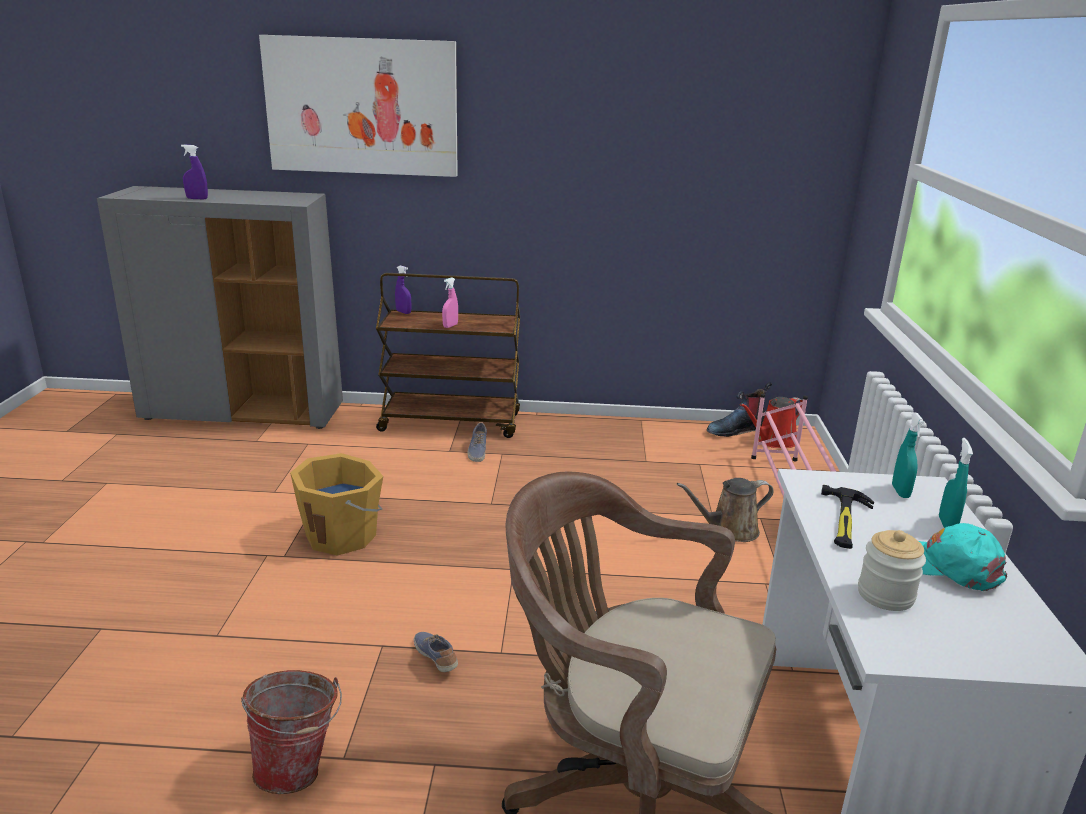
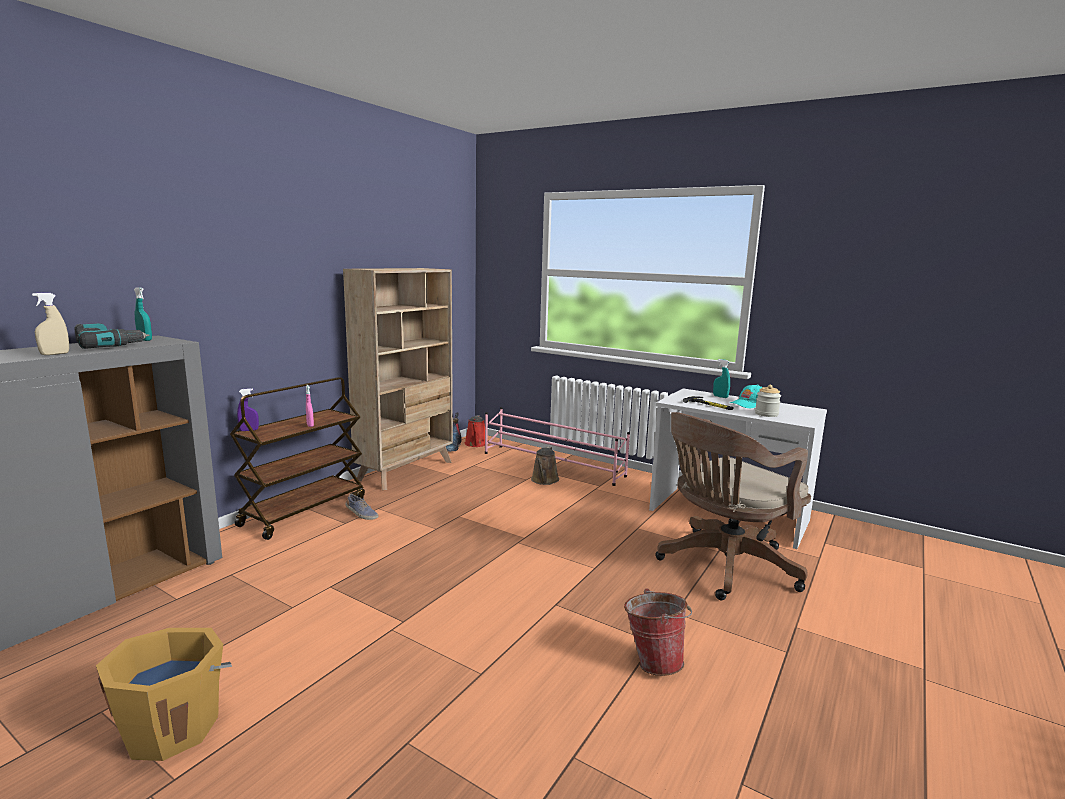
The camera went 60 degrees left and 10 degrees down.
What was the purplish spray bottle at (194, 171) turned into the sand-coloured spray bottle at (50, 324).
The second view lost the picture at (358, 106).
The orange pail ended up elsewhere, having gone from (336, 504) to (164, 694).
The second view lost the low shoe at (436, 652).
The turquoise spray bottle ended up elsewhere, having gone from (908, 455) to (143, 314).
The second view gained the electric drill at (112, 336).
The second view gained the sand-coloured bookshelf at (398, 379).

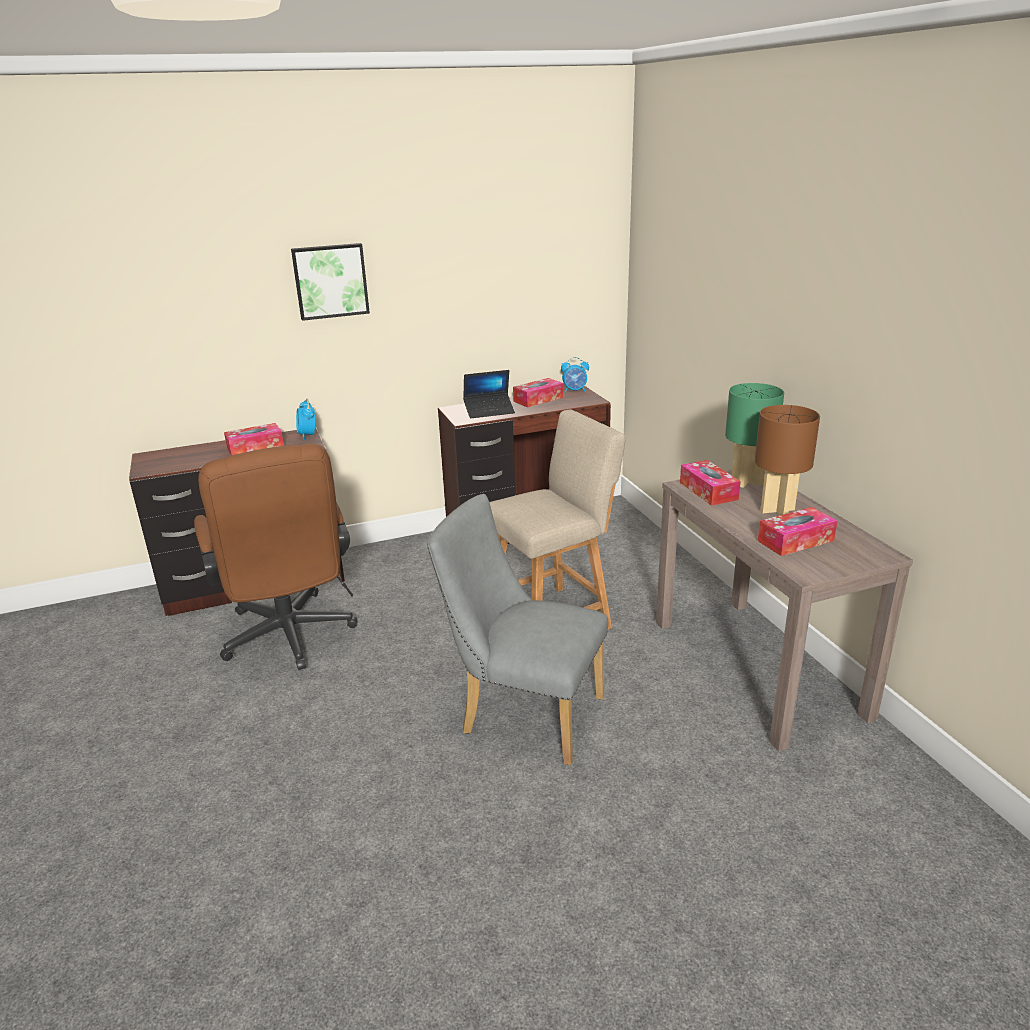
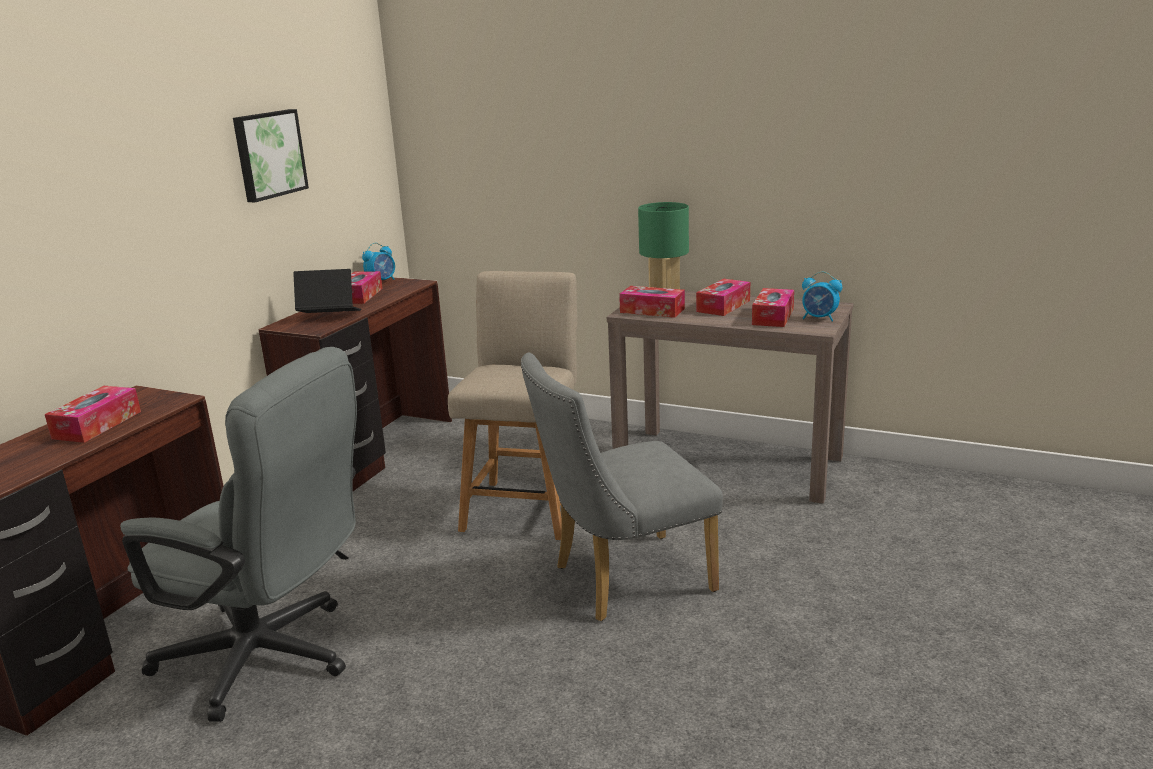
The camera went 45 degrees left and 5 degrees down.
What was the brown office chair at (276, 556) turned into the gray office chair at (238, 534).
The picture ended up elsewhere, having gone from (330, 282) to (271, 155).
The bedside clock ended up elsewhere, having gone from (305, 419) to (822, 297).
The laptop at (489, 394) ended up facing another way, 120 degrees counterclockwise from before.
Where the brown tabletop lamp stood at (787, 460), the tissue holder came to stand at (723, 297).

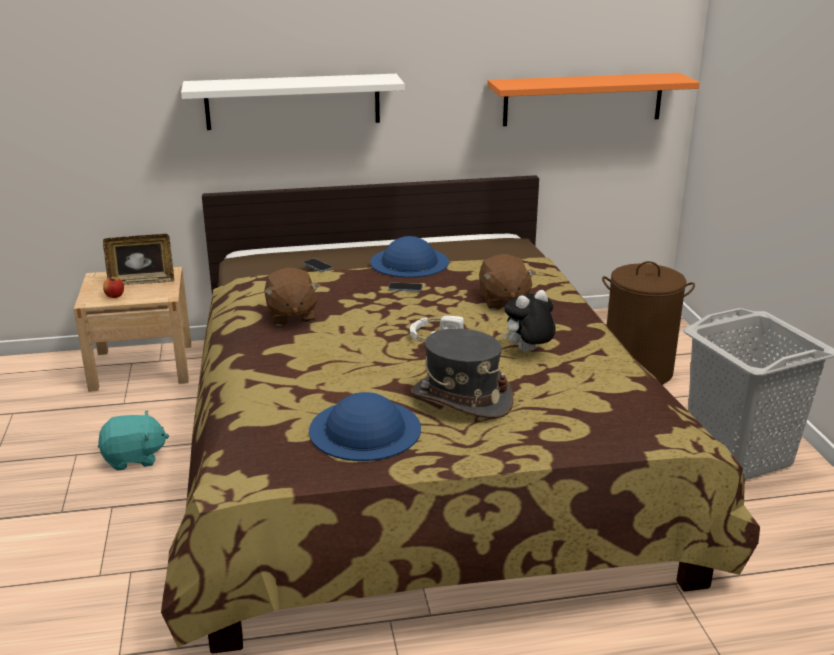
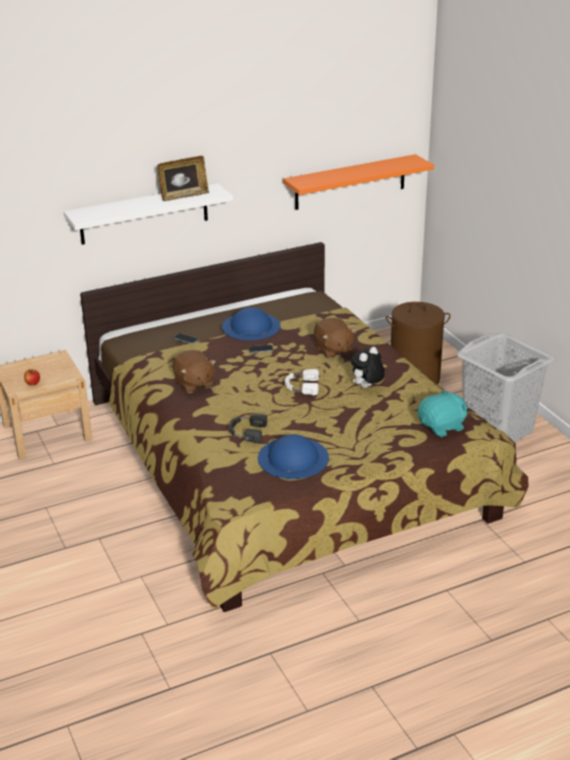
The camera went 15 degrees left and 5 degrees up.
The turquoise soft toy ended up elsewhere, having gone from (133, 440) to (443, 413).
The picture frame ended up elsewhere, having gone from (138, 259) to (183, 178).
The second view lost the gray clothing hat at (462, 373).
The second view gained the black-coloured headphones at (248, 428).

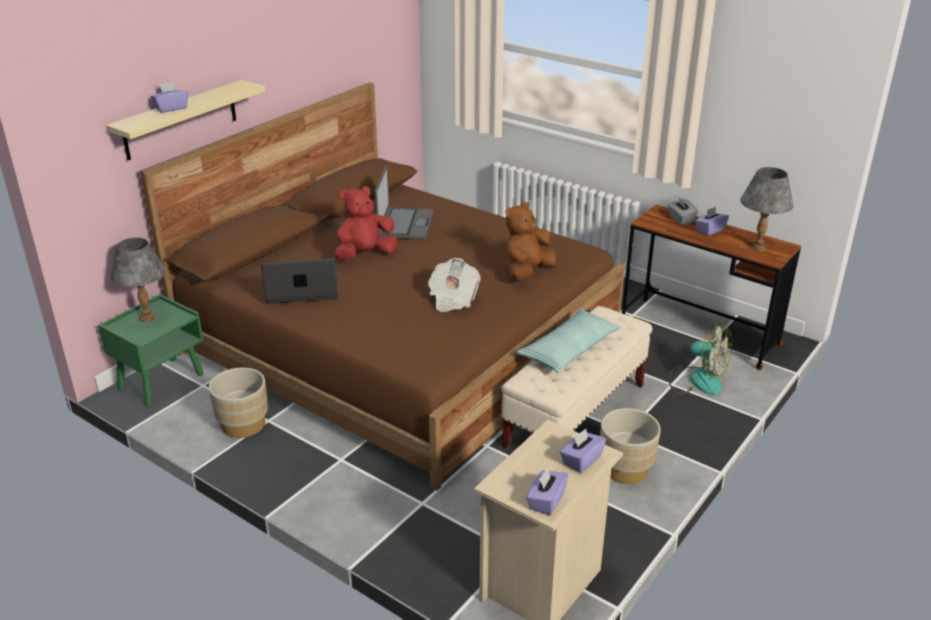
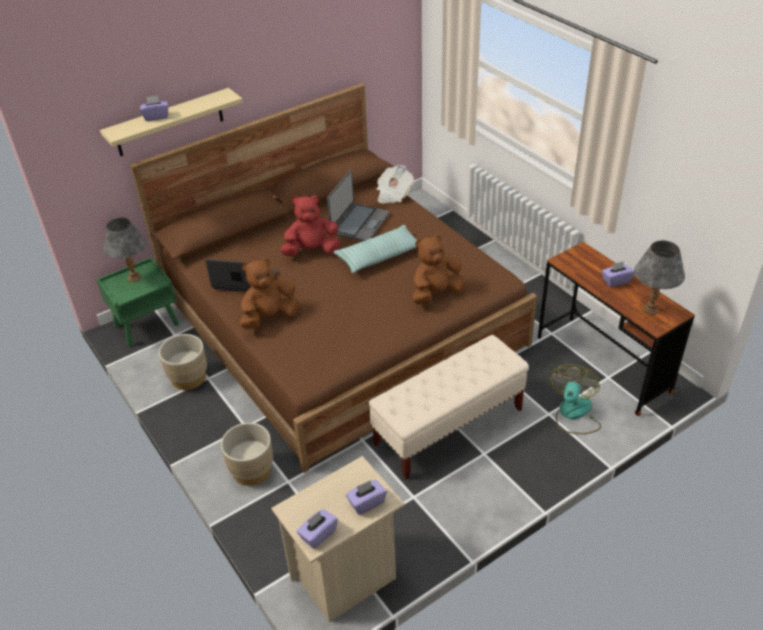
The camera went 20 degrees right and 10 degrees up.
The daily paper ended up elsewhere, having gone from (454, 285) to (395, 184).
The cushion ended up elsewhere, having gone from (568, 341) to (375, 249).
The sand-coloured planter ended up elsewhere, having gone from (630, 446) to (247, 454).
The second view lost the gray tissue holder at (683, 211).
The electric fan at (700, 359) ended up facing another way, 120 degrees counterclockwise from before.
The second view gained the brown soft toy at (269, 293).

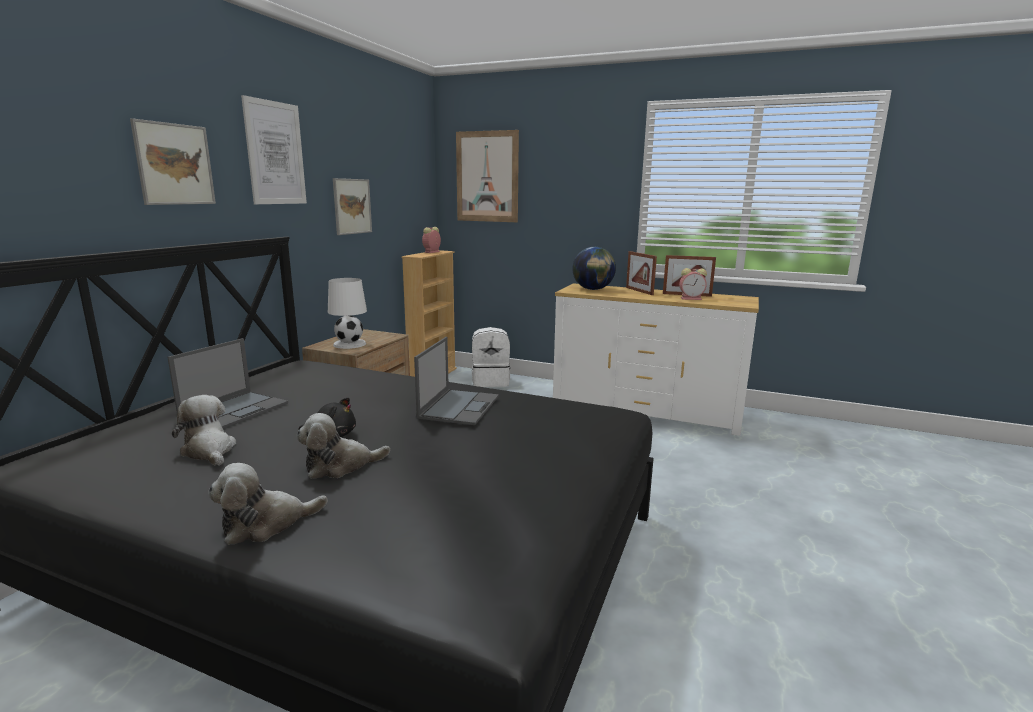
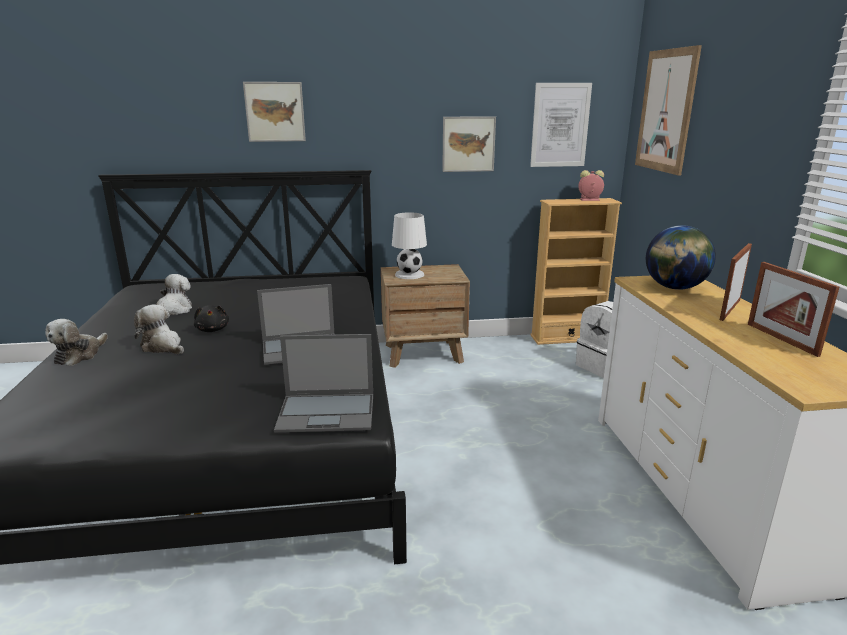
The camera went 60 degrees right and 5 degrees up.
The laptop ended up elsewhere, having gone from (227, 383) to (323, 383).
The soft toy at (268, 504) ended up facing another way, 105 degrees counterclockwise from before.
The picture ended up elsewhere, having gone from (274, 149) to (561, 125).
The second view lost the bedside clock at (693, 284).

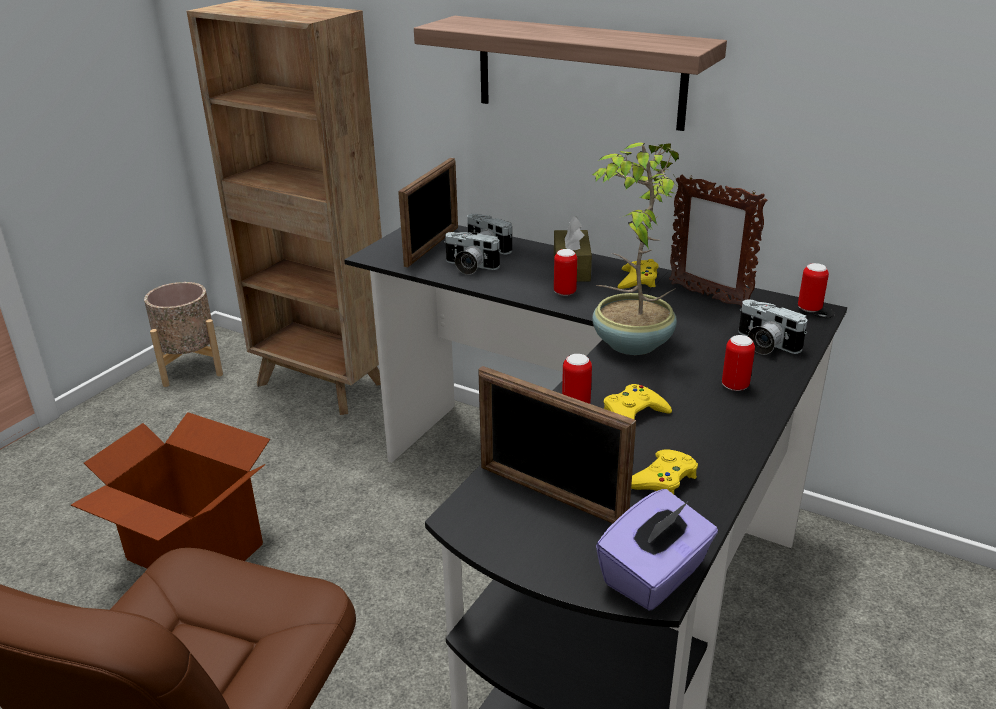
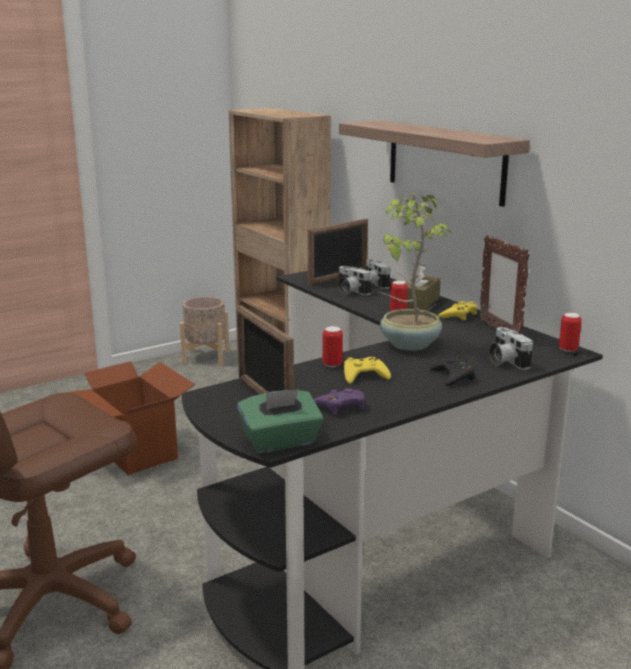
The camera went 25 degrees right and 10 degrees down.
What was the purplish tissue holder at (657, 550) turned into the green tissue holder at (280, 421).
What was the yellow game controller at (664, 472) turned into the purplish game controller at (339, 401).
Where the can stood at (738, 363), the black-coloured game controller came to stand at (452, 370).

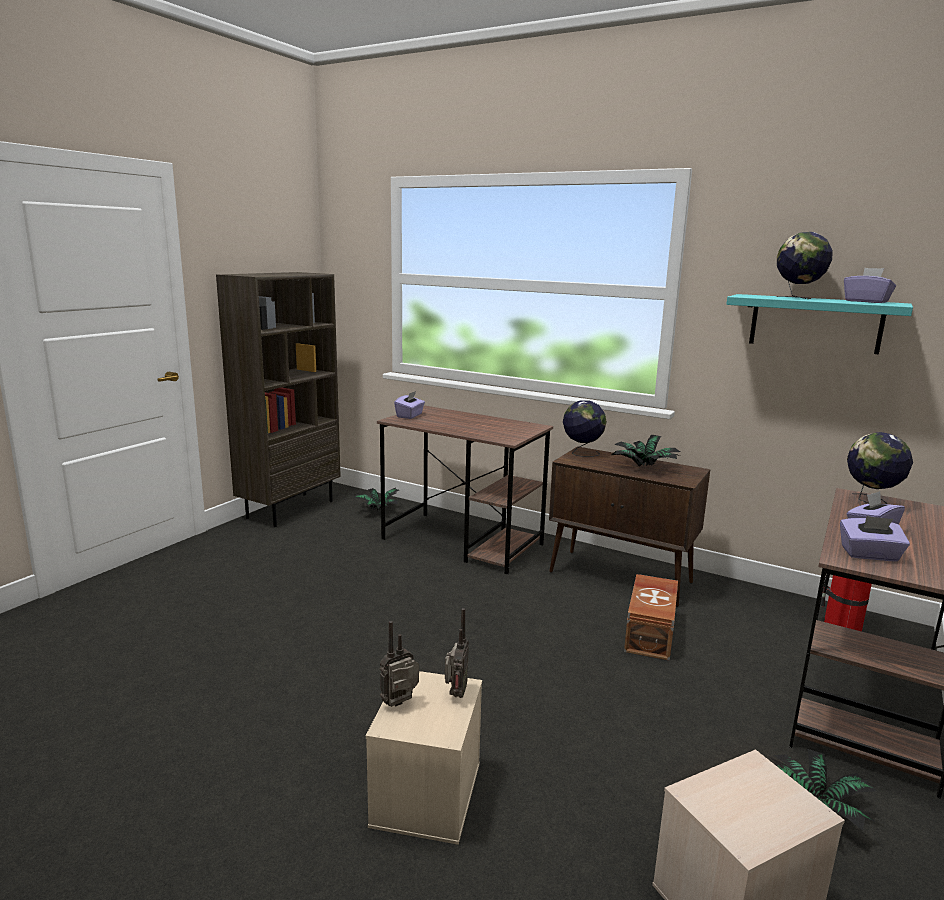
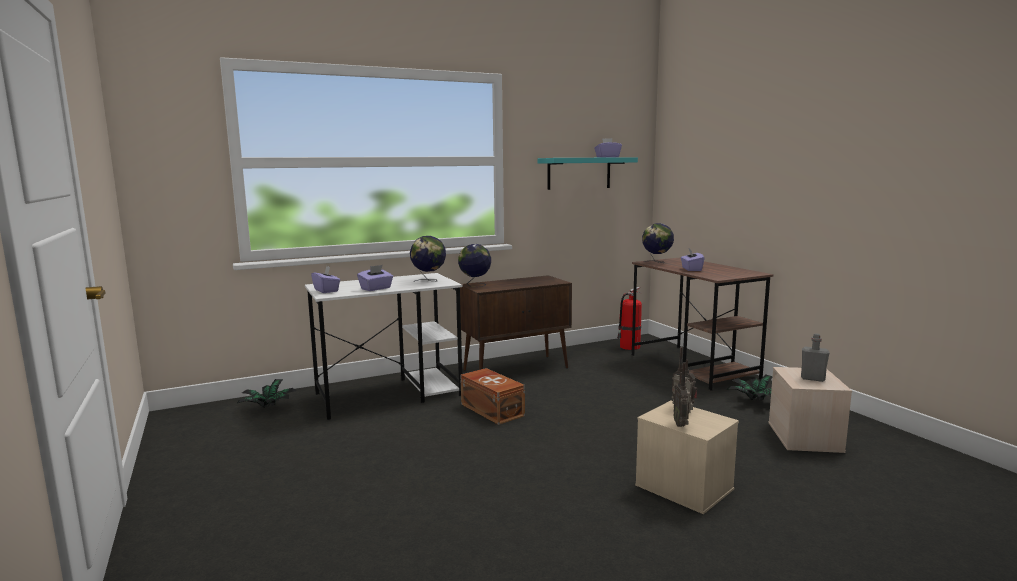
The camera went 55 degrees left and 5 degrees down.
The second view lost the brown bookshelf at (278, 399).
What was the brown desk at (465, 490) turned into the white-coloured desk at (383, 346).
The second view lost the potted plant at (645, 450).
The brown storage box ended up elsewhere, having gone from (651, 617) to (492, 396).
The globe ended up elsewhere, having gone from (804, 265) to (428, 259).
The purplish tissue holder ended up elsewhere, having gone from (875, 538) to (375, 278).
The second view gained the gray bottle at (815, 357).

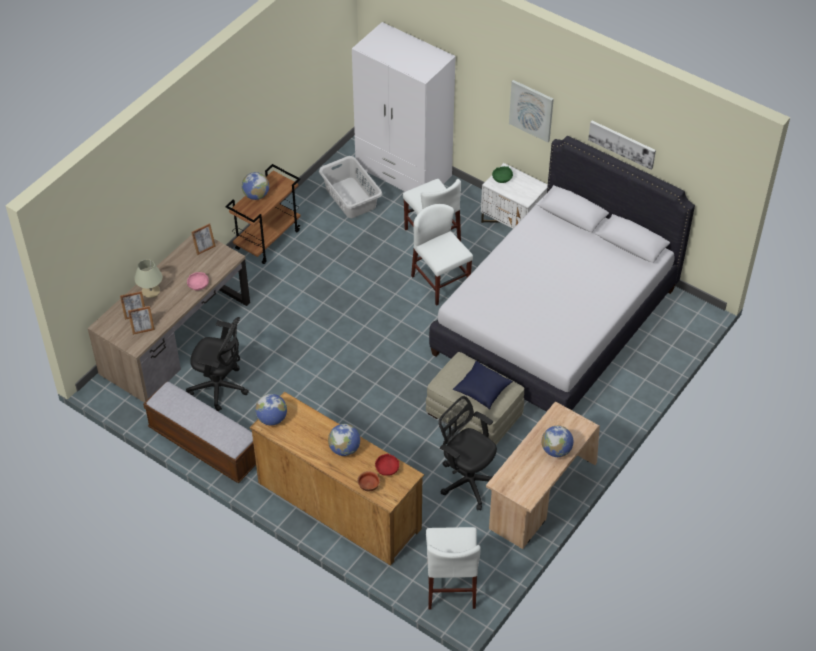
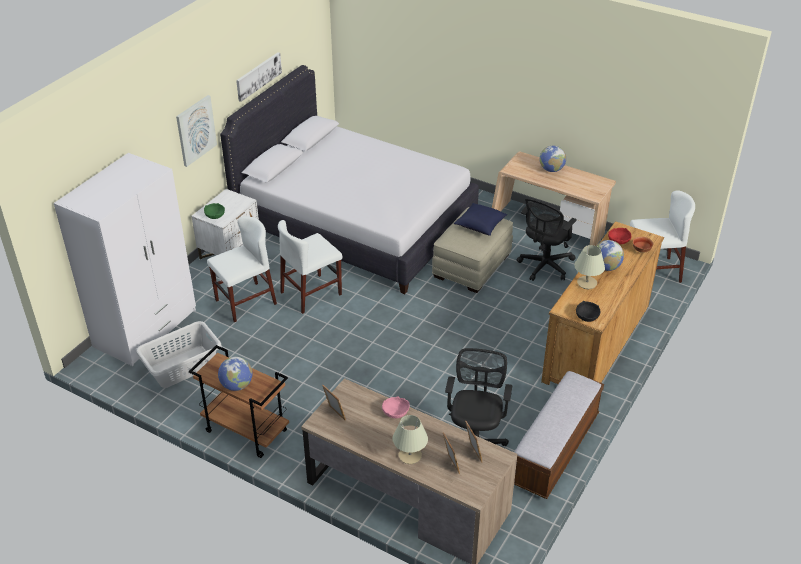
The camera went 95 degrees left and 10 degrees down.
Where the globe stood at (271, 409), the black-coloured bowl came to stand at (588, 311).
The second view gained the sand-coloured tabletop lamp at (589, 267).

